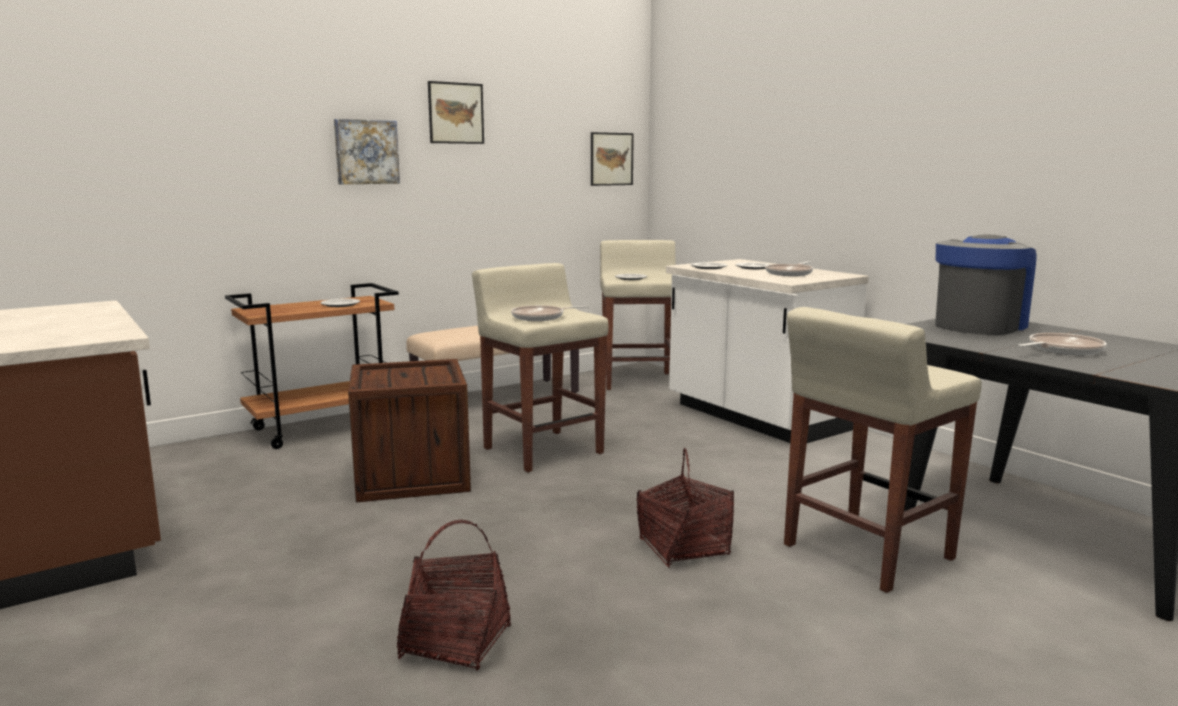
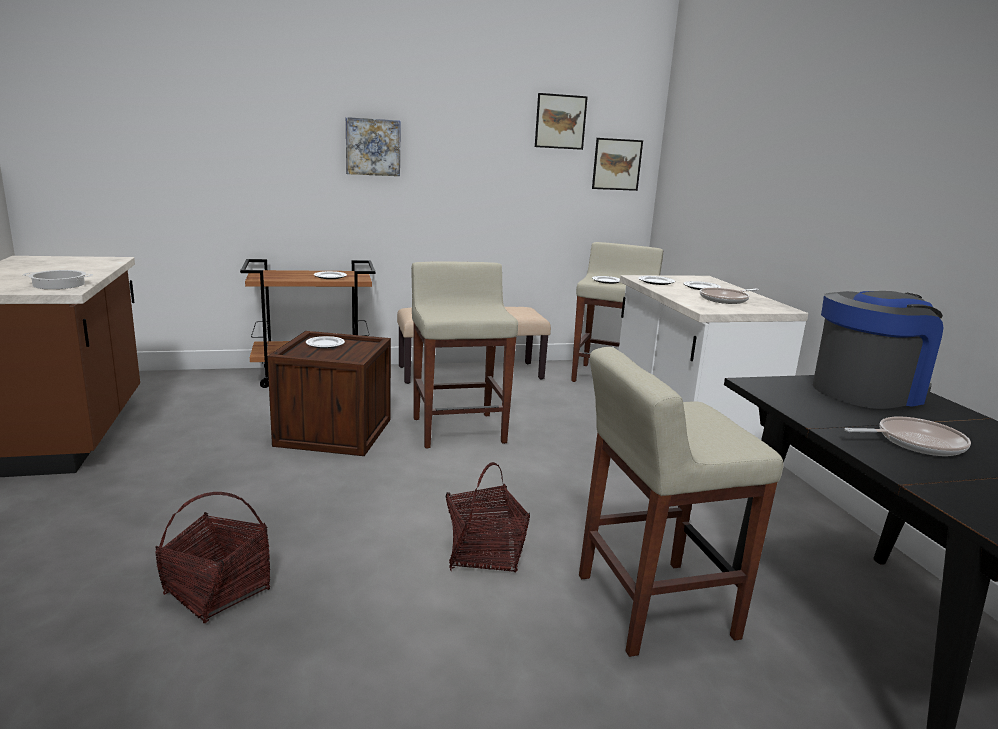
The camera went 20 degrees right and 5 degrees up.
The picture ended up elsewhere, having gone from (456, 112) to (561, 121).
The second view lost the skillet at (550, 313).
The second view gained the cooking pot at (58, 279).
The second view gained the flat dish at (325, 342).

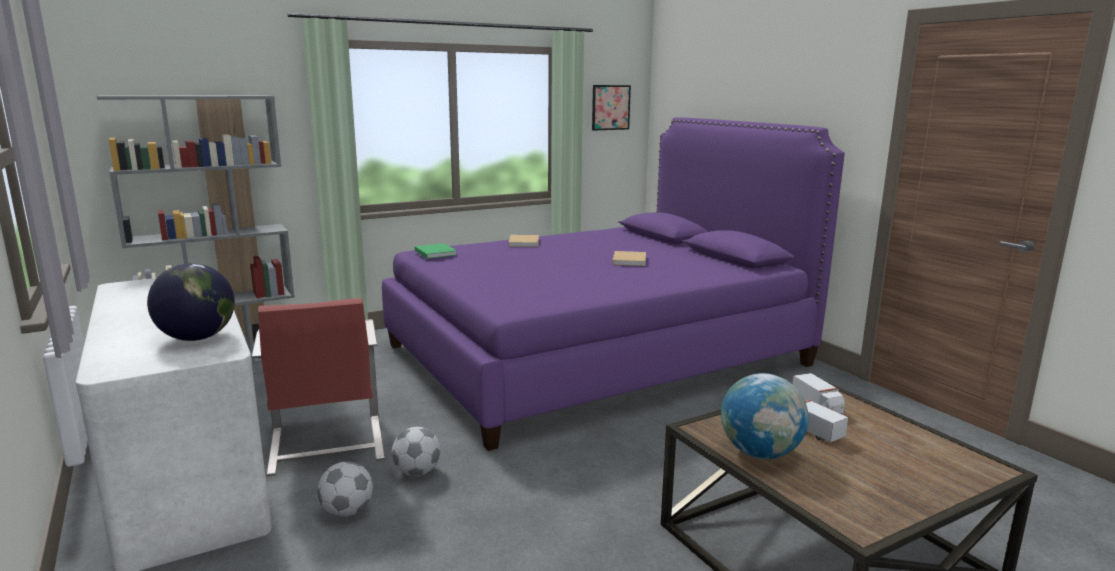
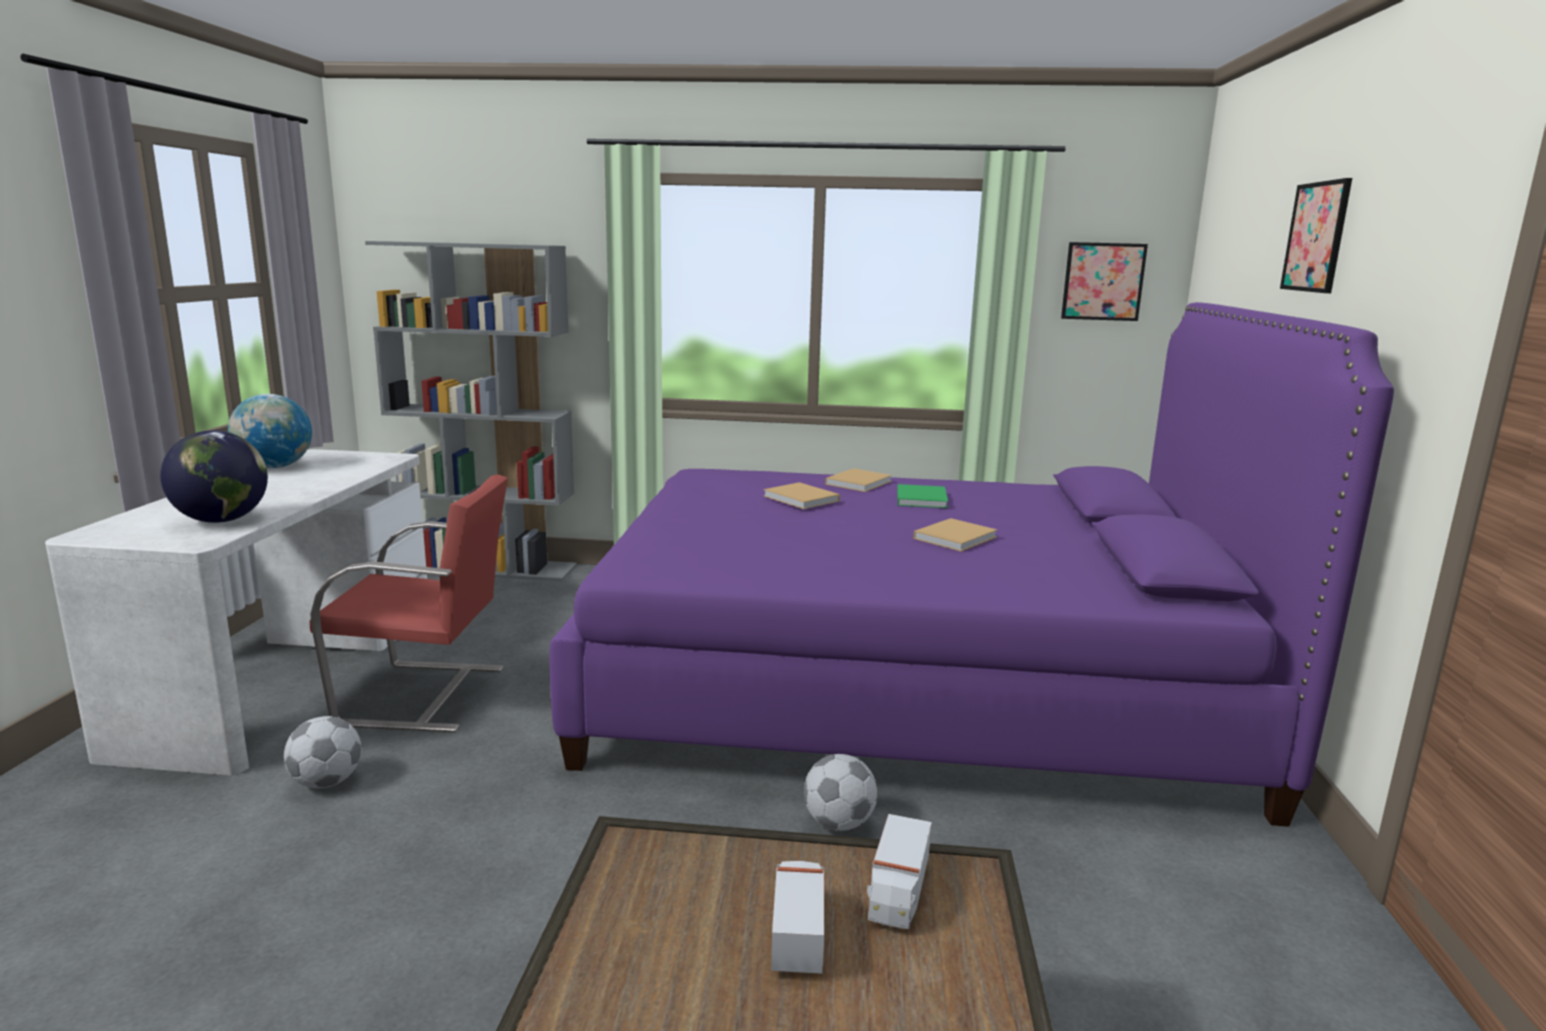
The camera went 35 degrees right and 0 degrees up.
The reddish plain chair at (318, 387) ended up facing another way, 105 degrees counterclockwise from before.
The football ball ended up elsewhere, having gone from (416, 451) to (841, 792).
The green book ended up elsewhere, having gone from (436, 251) to (922, 496).
The globe ended up elsewhere, having gone from (765, 416) to (270, 431).
The second view gained the sand-coloured book at (802, 495).
The second view gained the picture at (1316, 235).

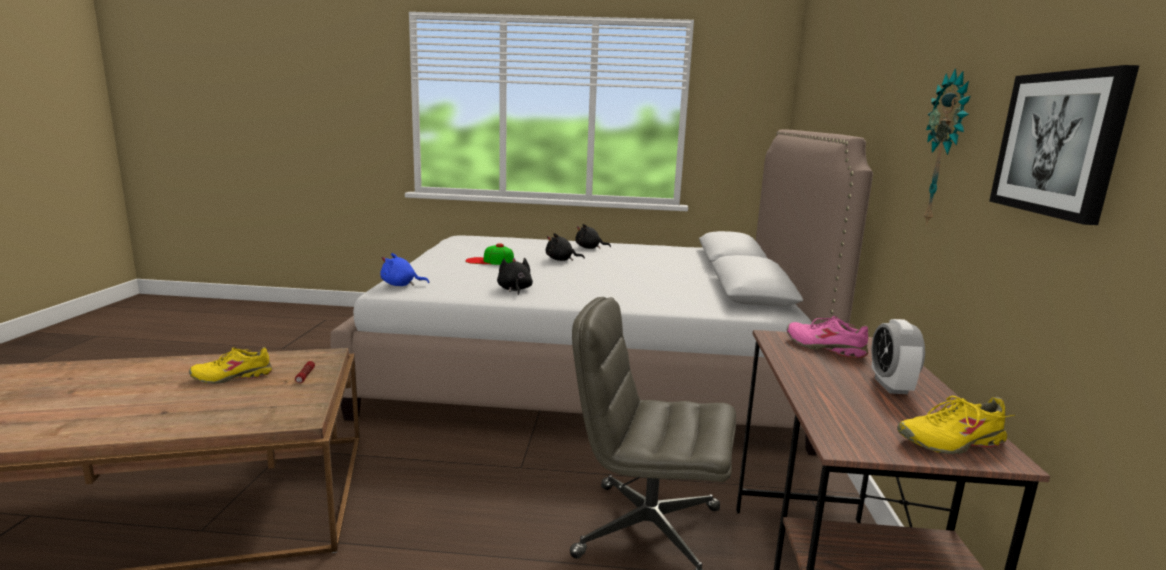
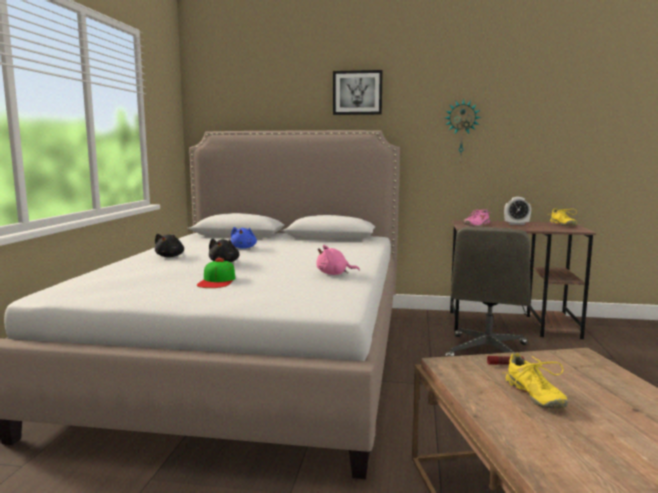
The camera went 85 degrees left and 5 degrees down.
The blue soft toy ended up elsewhere, having gone from (404, 269) to (244, 238).
What was the black-coloured soft toy at (515, 276) turned into the pink soft toy at (338, 260).
The picture ended up elsewhere, having gone from (1064, 145) to (358, 92).

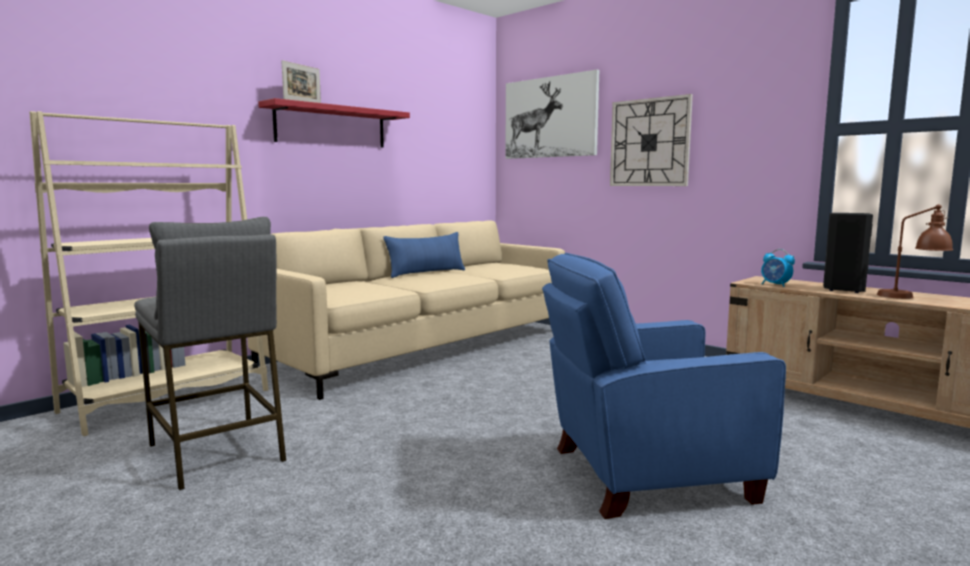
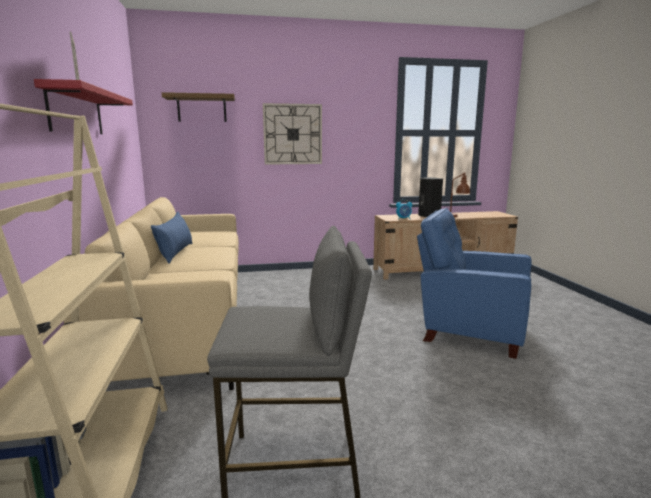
The camera went 55 degrees left and 5 degrees up.
Where the picture hung at (552, 114), the bracket shelf came to hang at (198, 107).
The blue easy chair at (664, 386) ended up facing another way, 90 degrees clockwise from before.

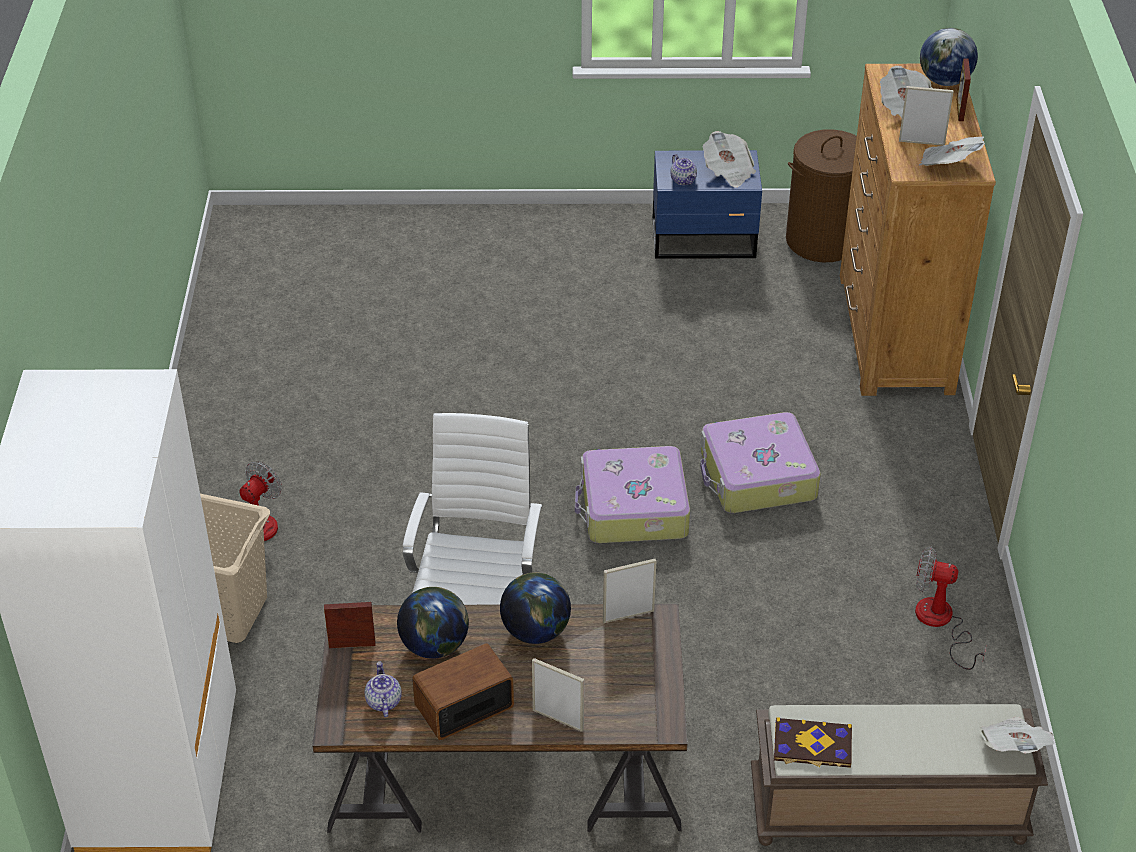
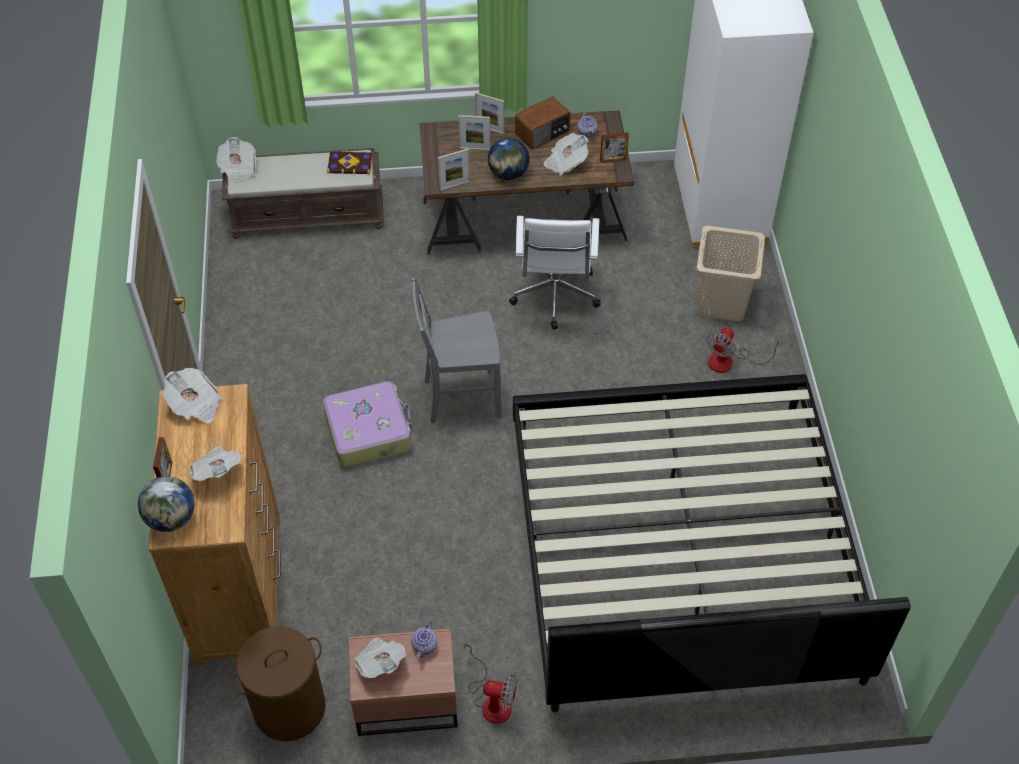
The camera went 175 degrees right and 10 degrees up.
Where the globe stood at (433, 623), the daily paper came to stand at (566, 154).
Where the travel case stood at (632, 494), the gray plain chair came to stand at (457, 350).
What was the blue nightstand at (707, 204) turned into the brown nightstand at (403, 682).
The tea pot at (683, 169) ended up facing another way, 135 degrees counterclockwise from before.
The picture frame ended up elsewhere, having gone from (926, 116) to (474, 133).
The electric fan ended up elsewhere, having gone from (950, 608) to (490, 681).
The second view gained the bedroom bed at (712, 543).

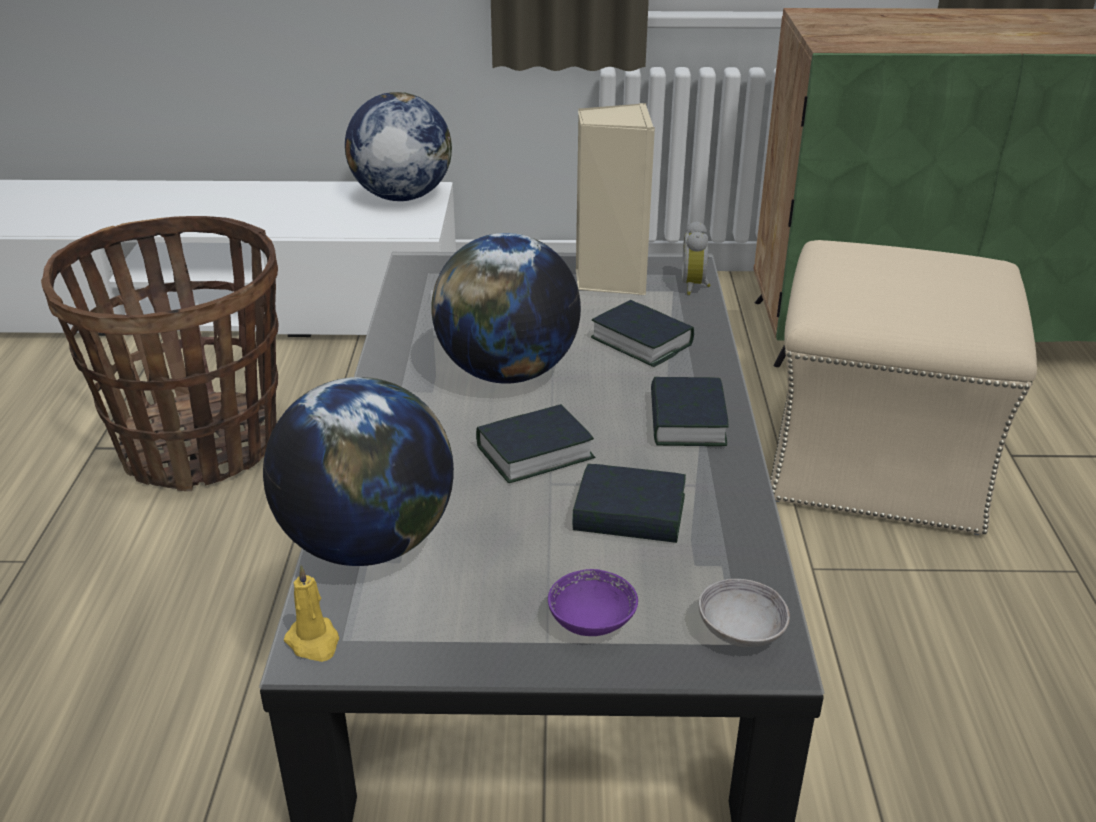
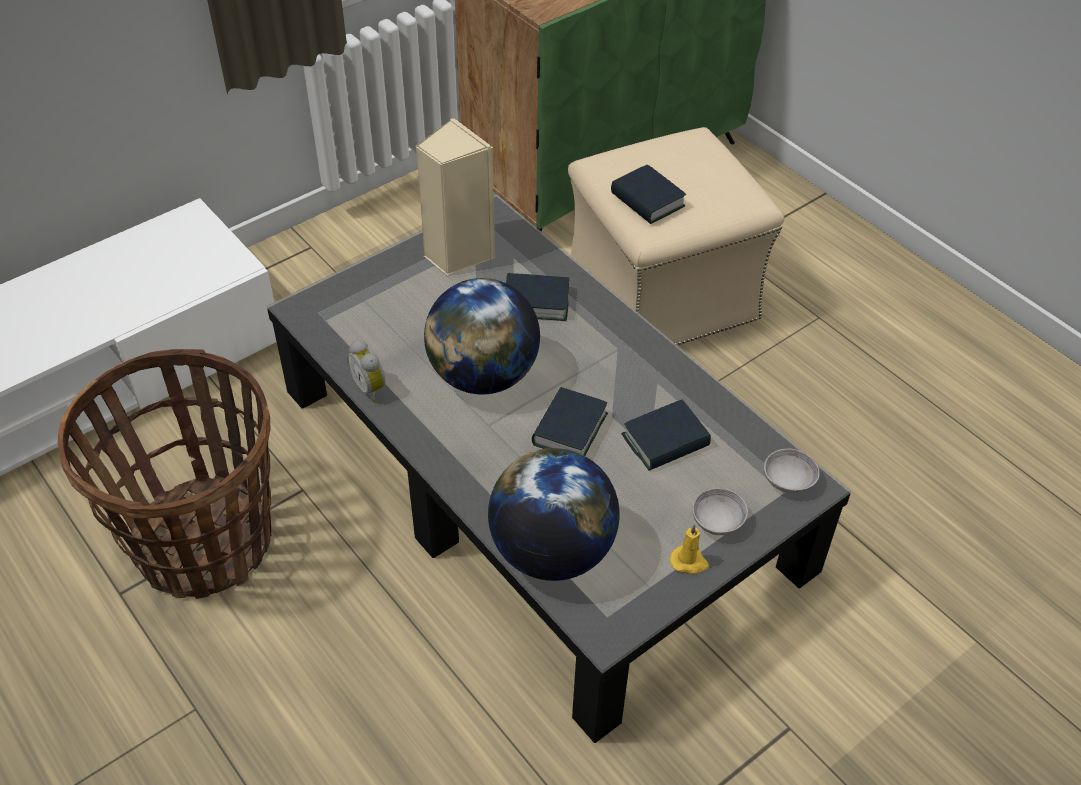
The camera went 40 degrees left and 15 degrees up.
The yellow wax light ended up elsewhere, having gone from (311, 613) to (689, 549).
The second view lost the globe at (398, 146).
What was the purplish bowl at (593, 602) turned into the gray bowl at (720, 511).
The book ended up elsewhere, having gone from (689, 411) to (648, 194).
The bedside clock ended up elsewhere, having gone from (696, 257) to (366, 371).

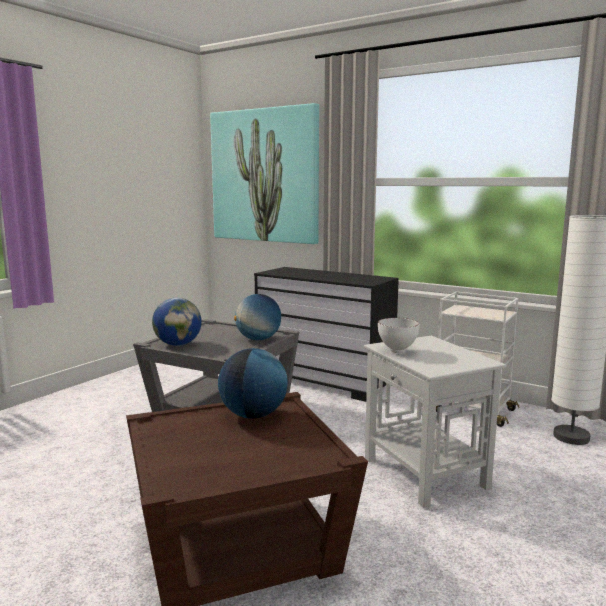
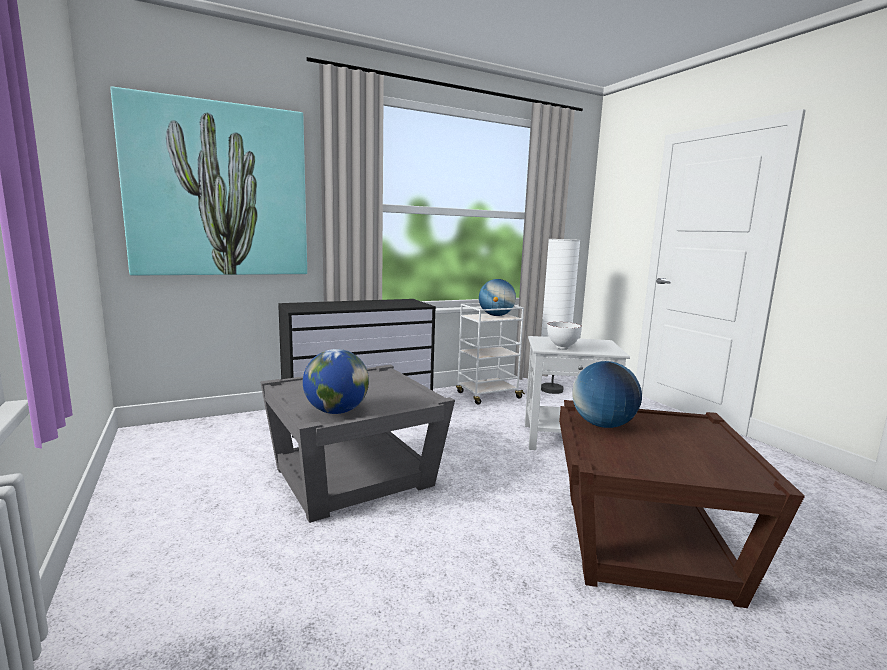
The camera went 60 degrees left and 0 degrees up.
The globe ended up elsewhere, having gone from (257, 317) to (497, 297).

